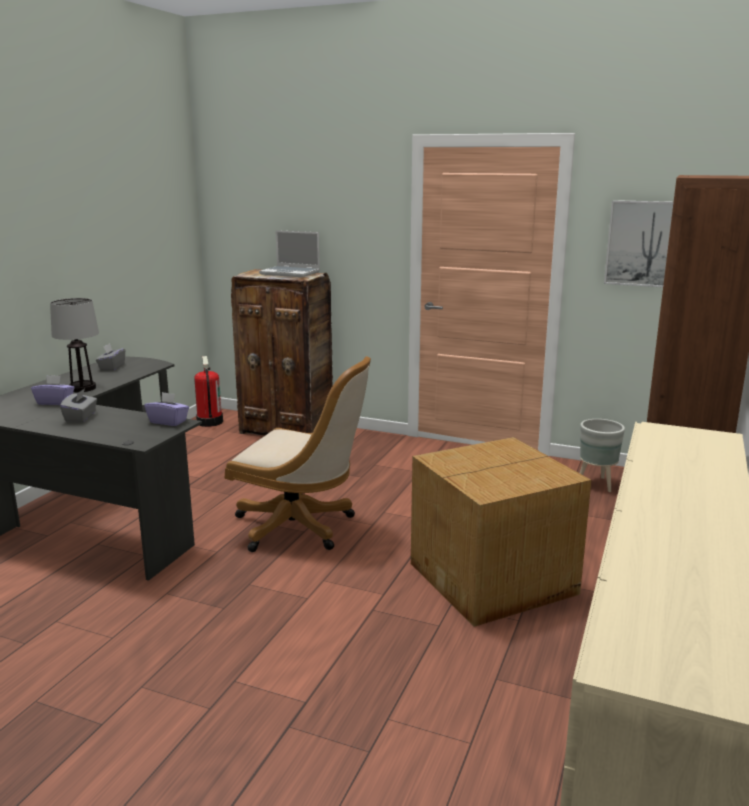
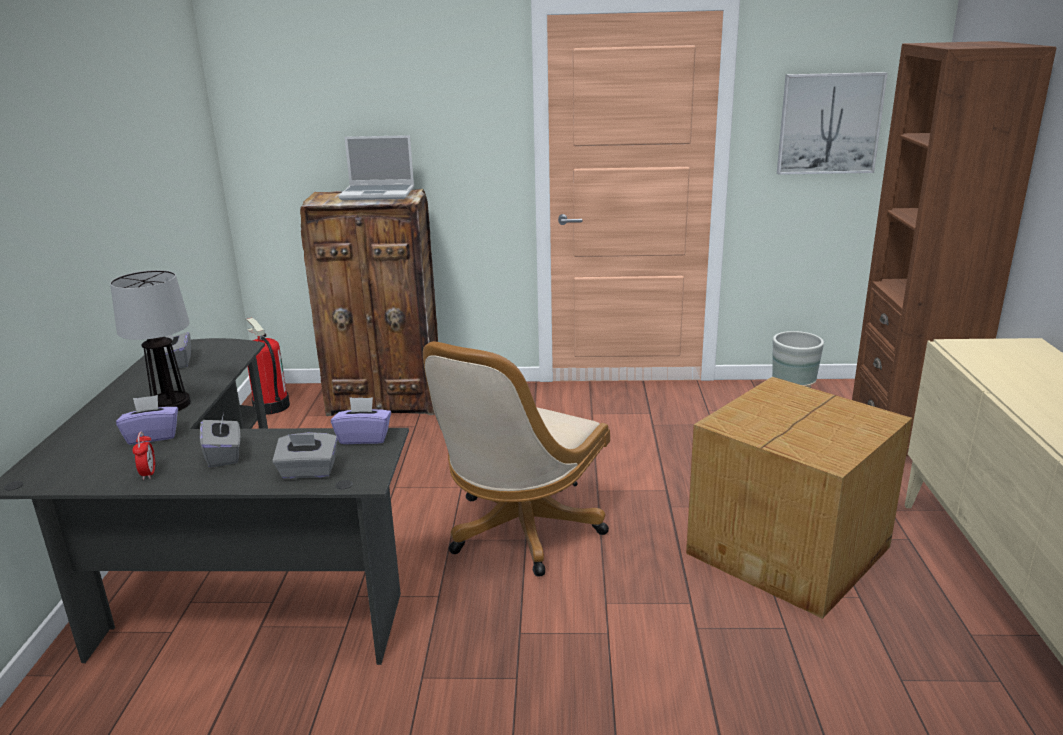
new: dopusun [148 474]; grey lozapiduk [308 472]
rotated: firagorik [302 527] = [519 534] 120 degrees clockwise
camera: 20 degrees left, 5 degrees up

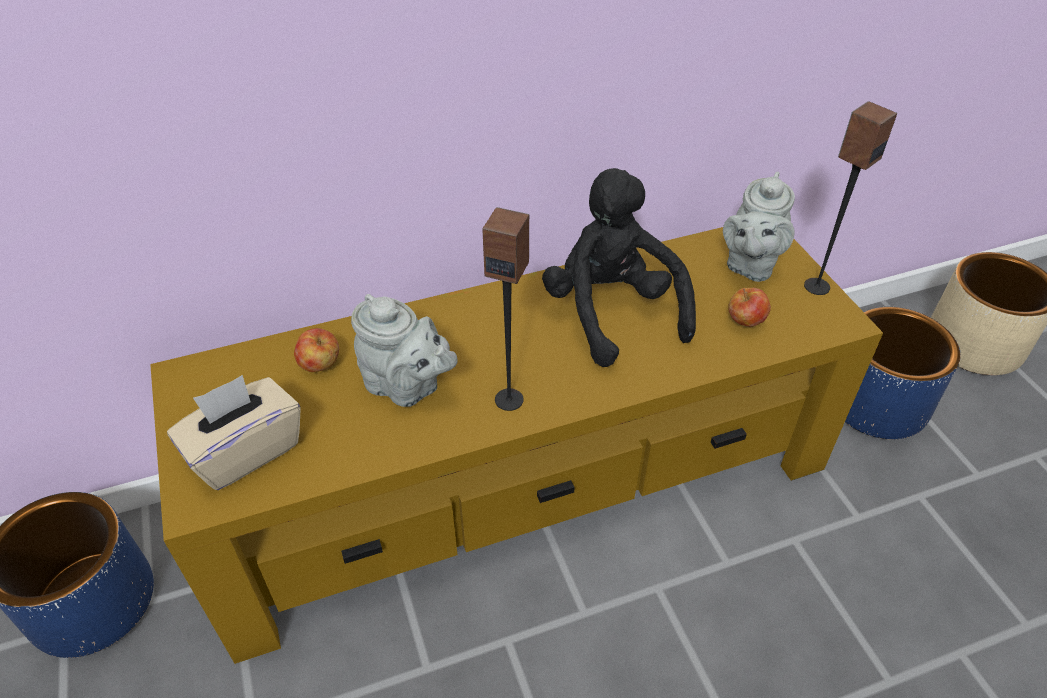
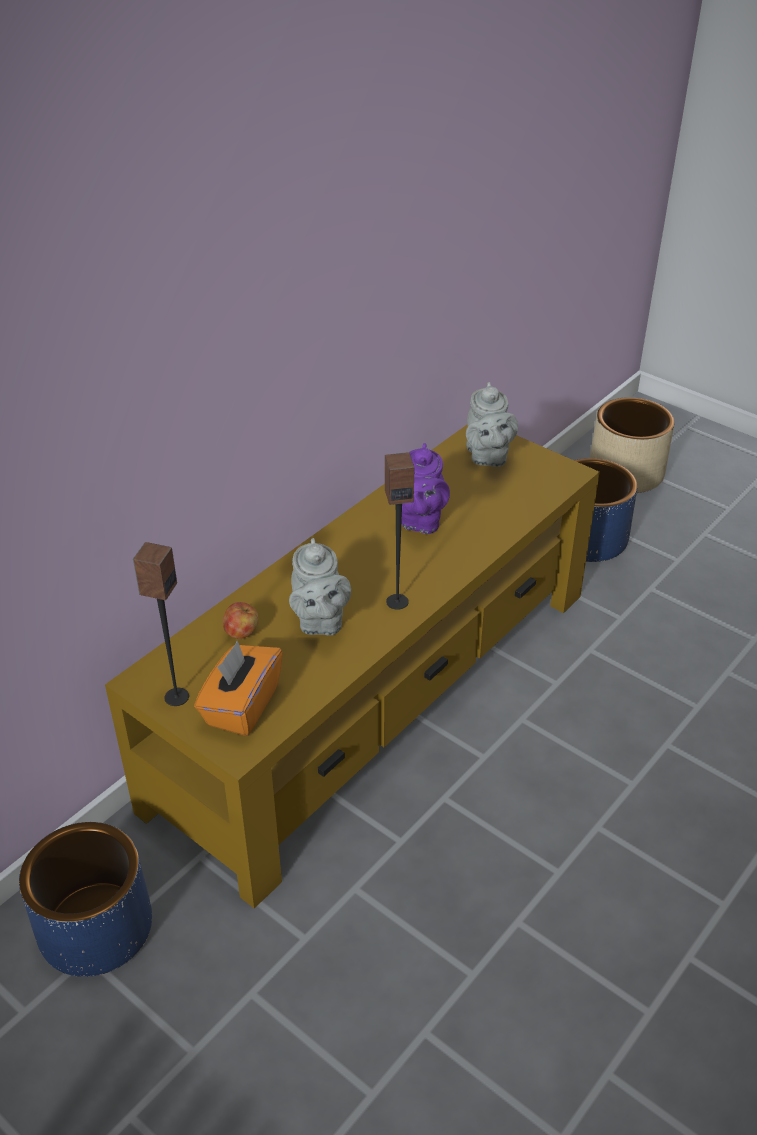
gone: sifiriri [745 322]
shifted: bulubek [816 286] to [176 697]
swapped: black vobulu [612 313] to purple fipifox [420 521]
repainted: beige lozapiduk [245 451] to orange lozapiduk [241 706]
rotated: grey fipifox [406 387] = [319 622] 75 degrees clockwise
camera: 30 degrees left, 5 degrees down

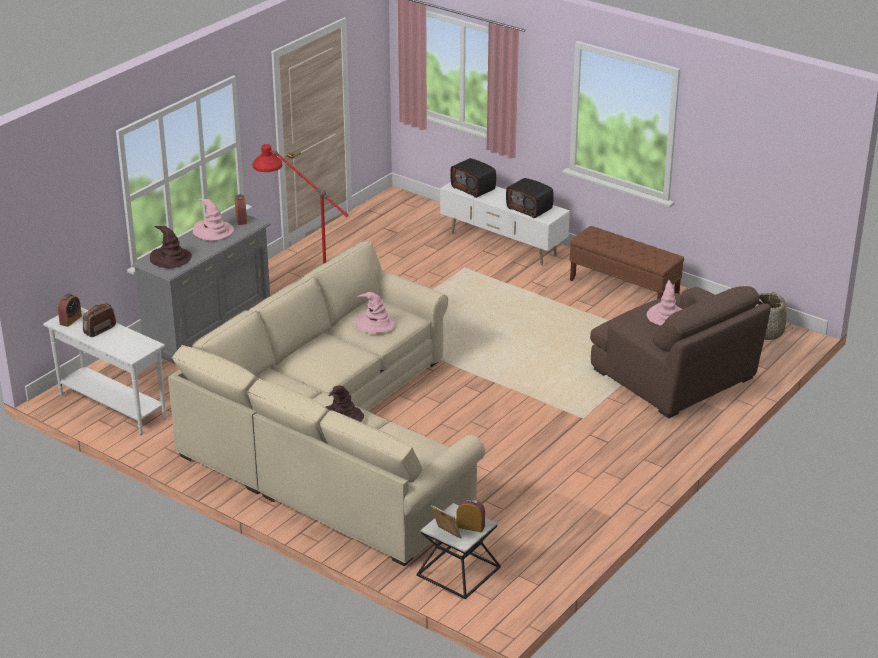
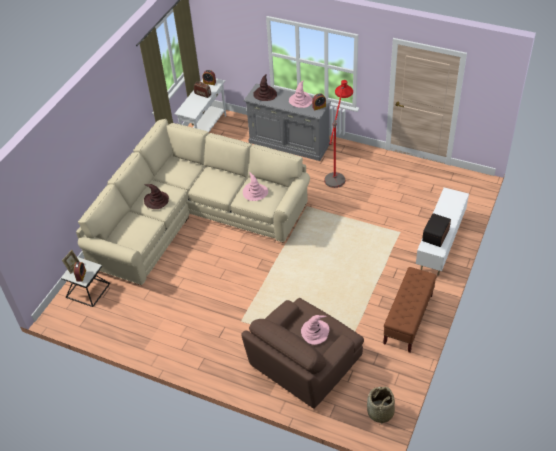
gone: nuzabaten [474 188]
camera: 80 degrees right, 15 degrees up

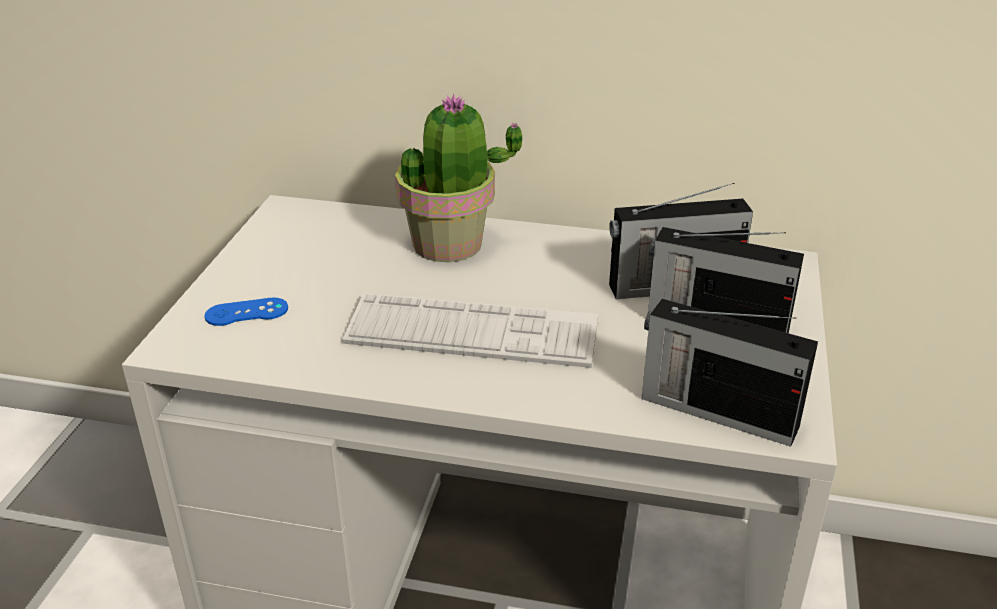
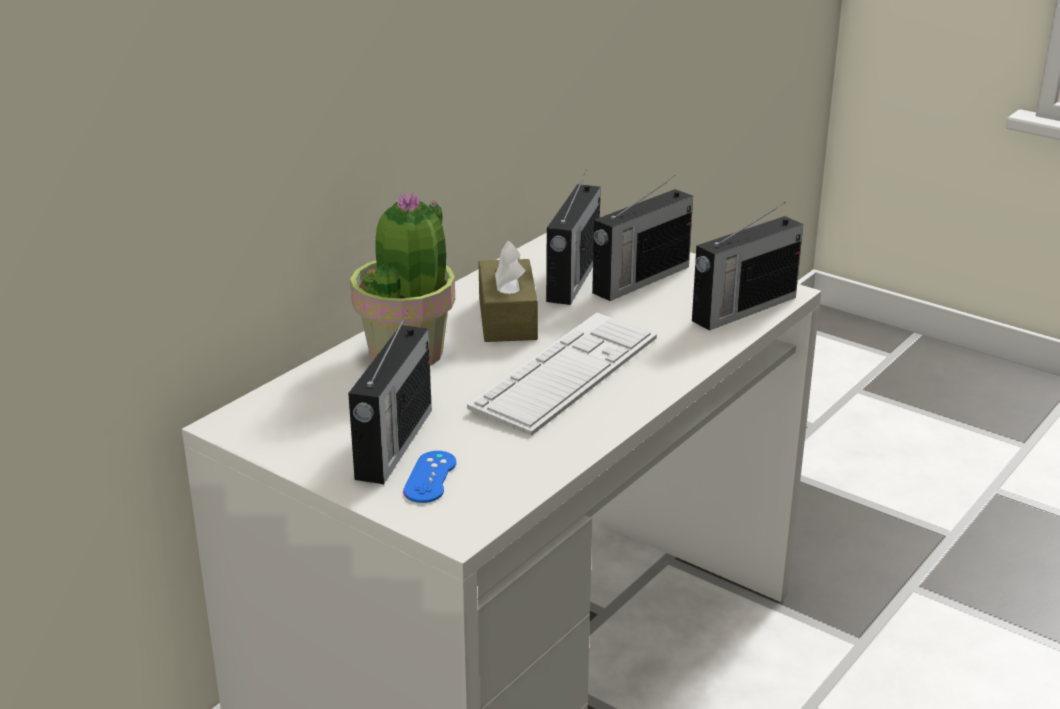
new: brown lozapiduk [507 318]; nuzabaten [392 445]
camera: 65 degrees left, 5 degrees down

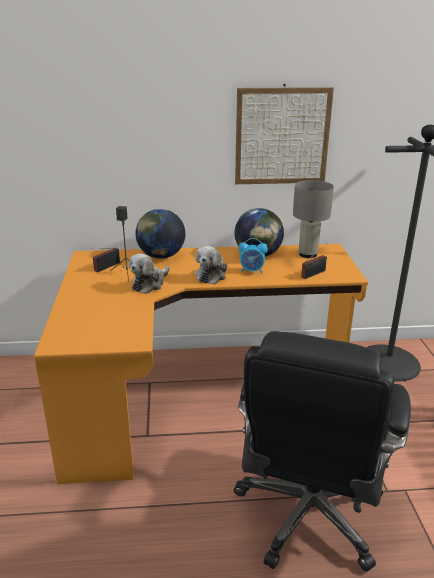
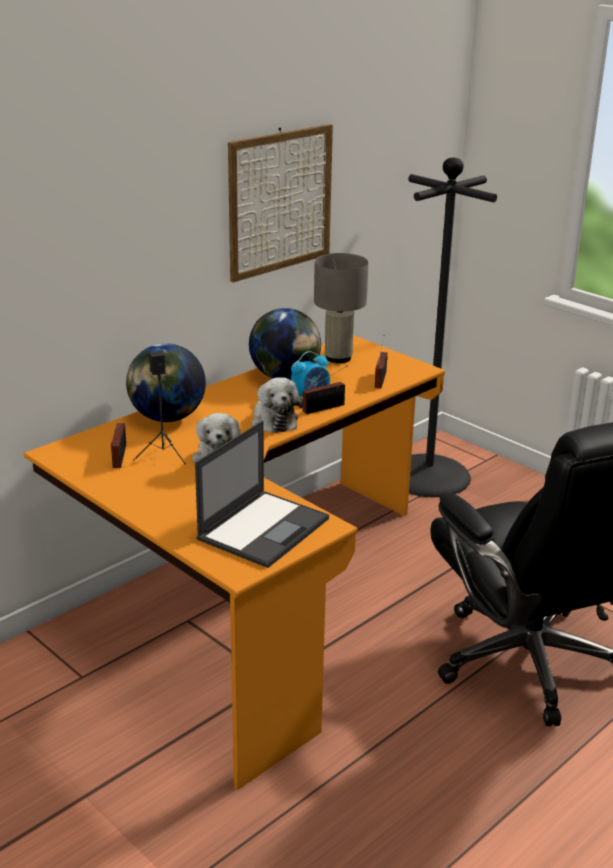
new: nuzabaten [326 408]; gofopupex [264 528]
camera: 40 degrees left, 0 degrees up

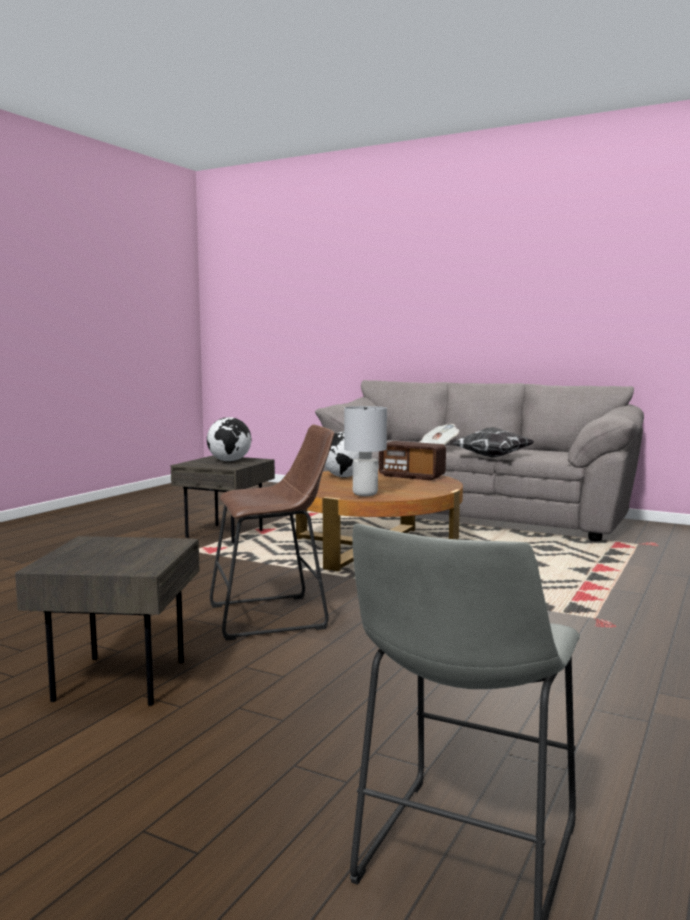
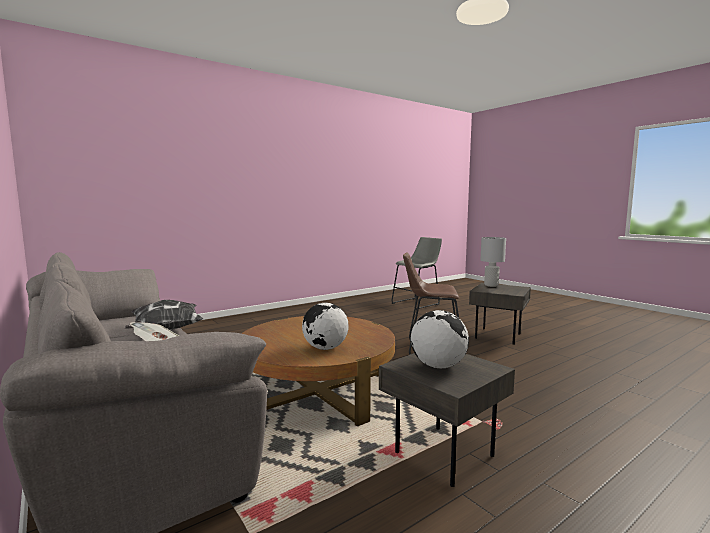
gone: nuzabaten [412 476]
shifted: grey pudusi [364 495] to [491 286]
camera: 155 degrees left, 0 degrees up

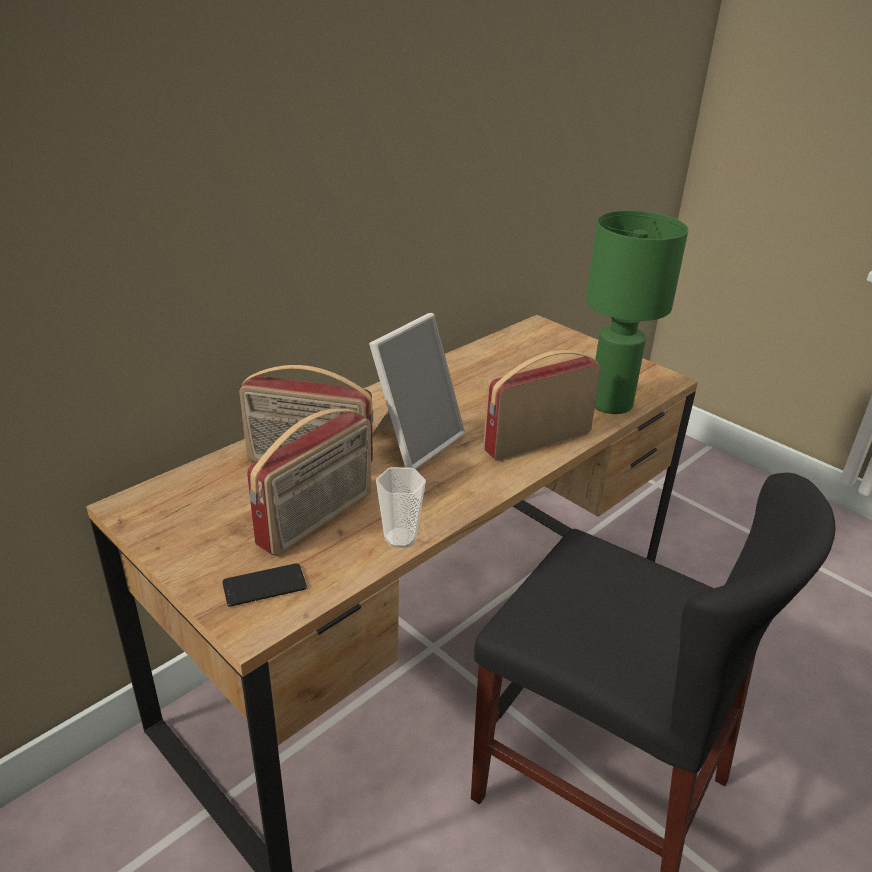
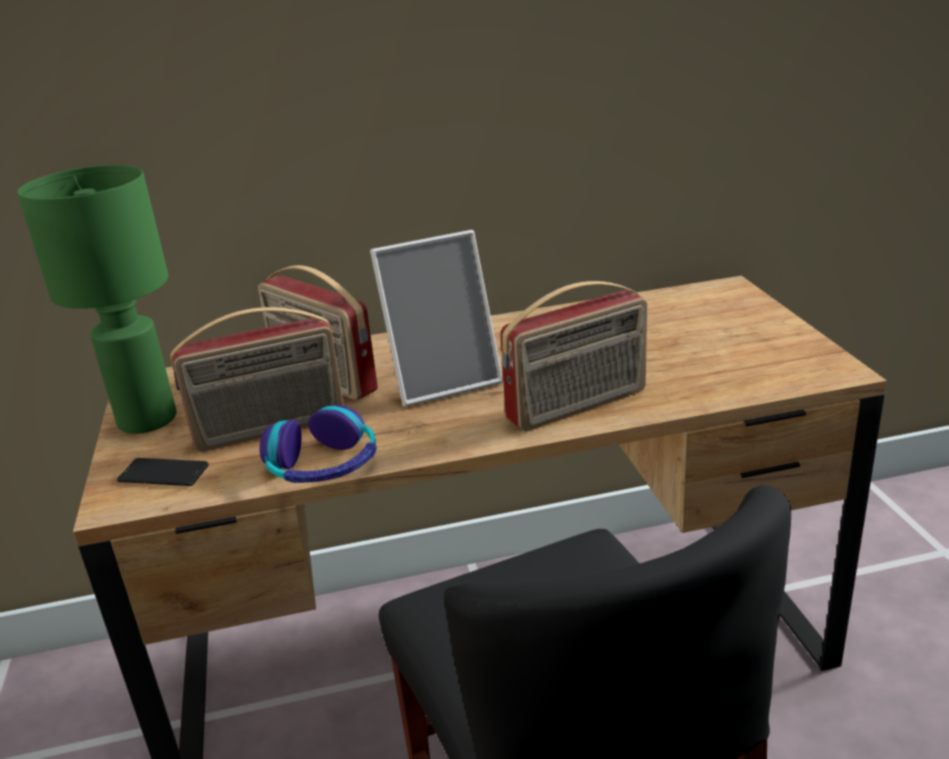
shifted: green pudusi [610 403] to [148 419]
swapped: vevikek [400 538] to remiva [323 465]
rotated: nuzabaten [536 441] = [578 406] 150 degrees clockwise
camera: 35 degrees right, 5 degrees down

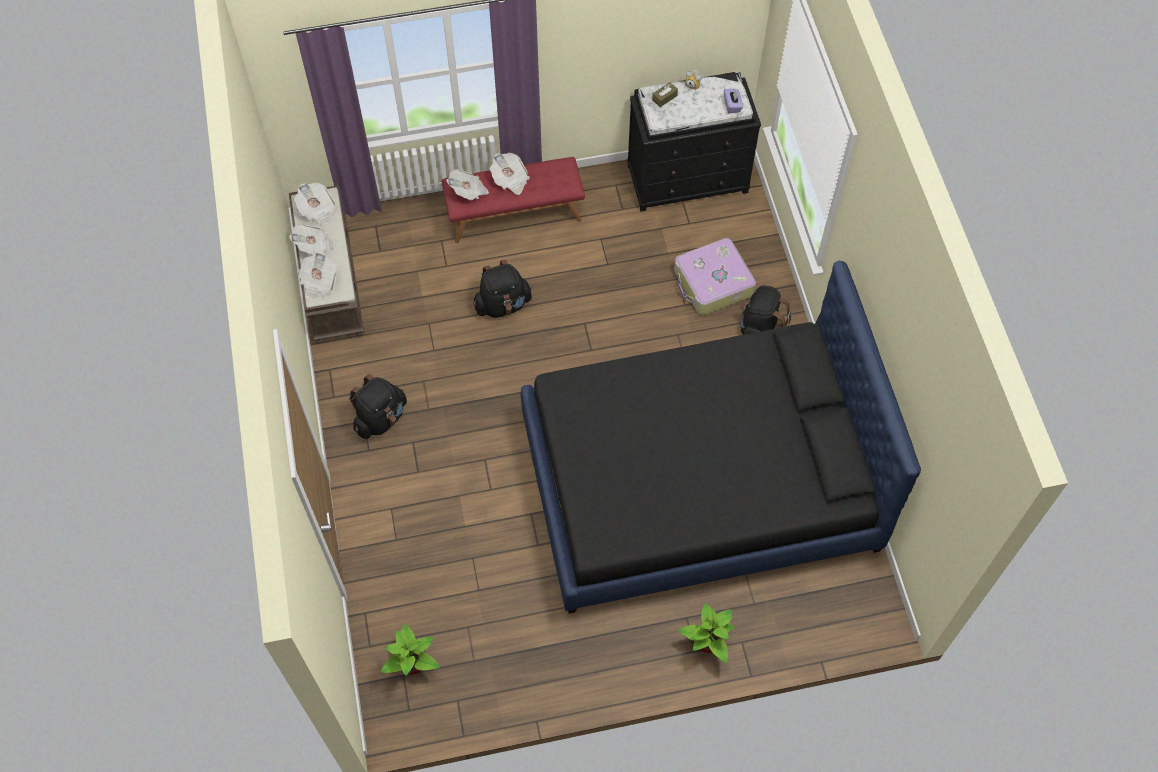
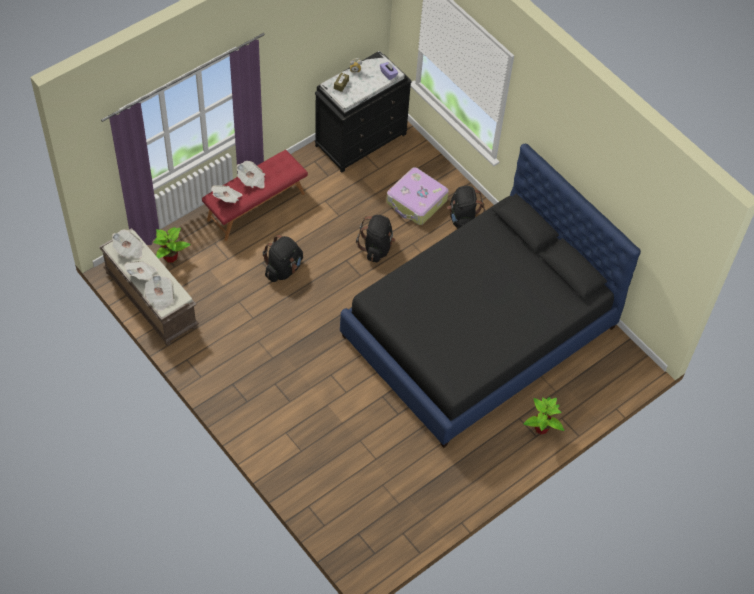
shifted: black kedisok [380 418] to [377 248]; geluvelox [413 665] to [171 257]
camera: 30 degrees left, 5 degrees down

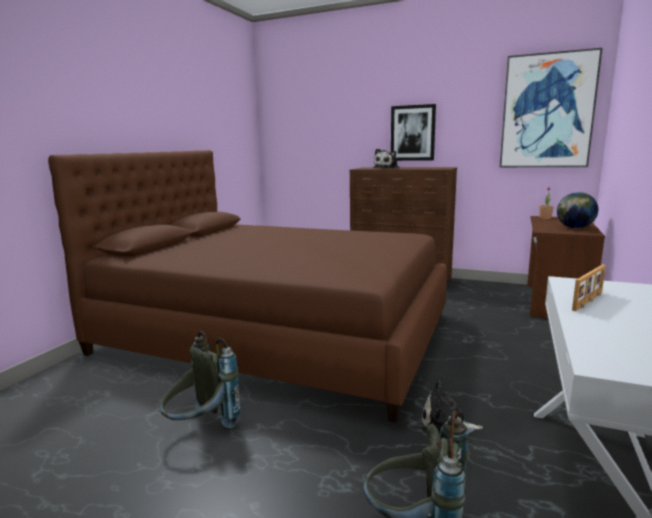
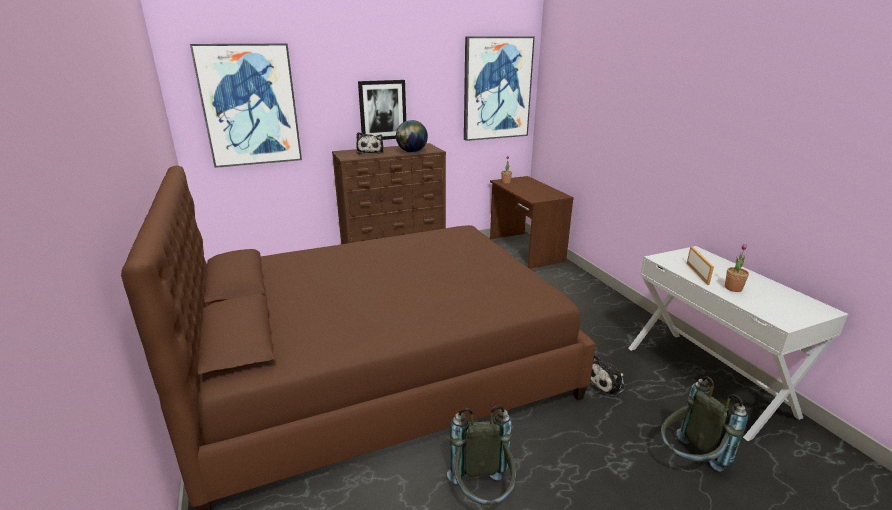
new: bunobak [250 105]; geluvelox [733 288]
shifted: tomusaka [574 228] to [412 152]
camera: 45 degrees left, 10 degrees up

